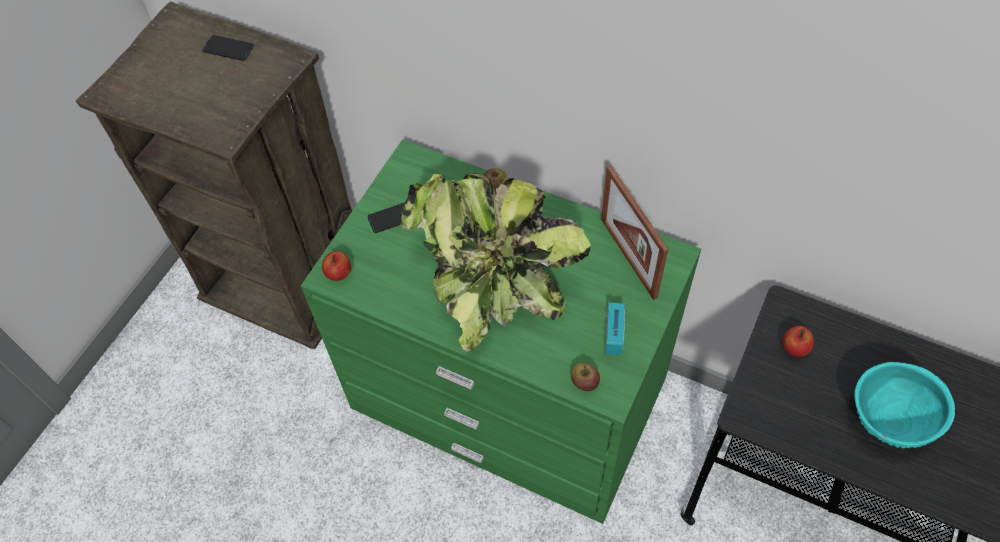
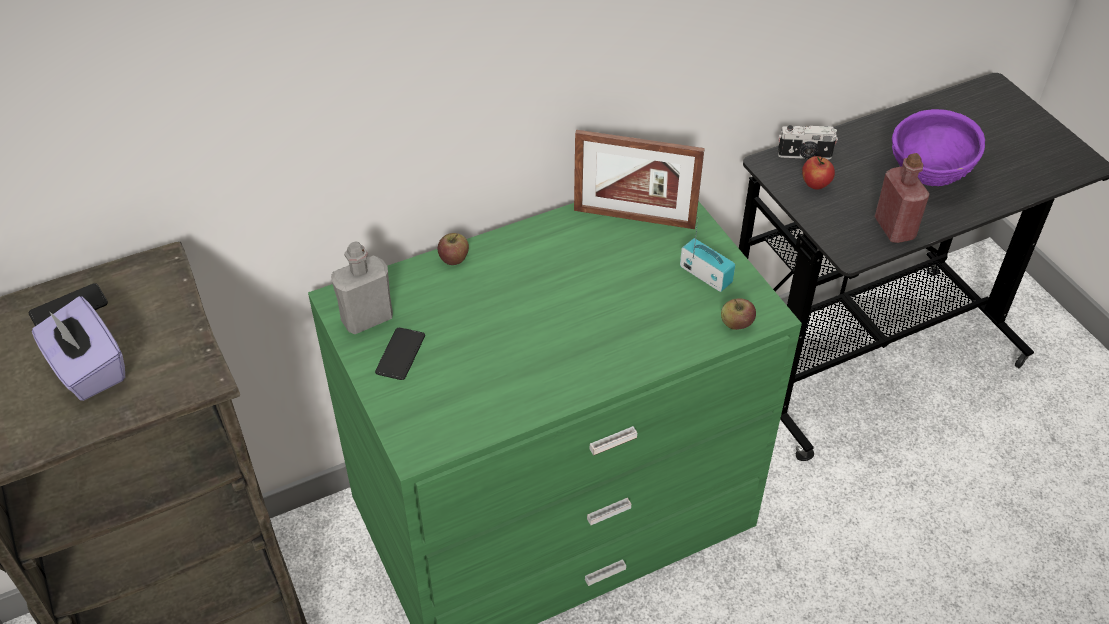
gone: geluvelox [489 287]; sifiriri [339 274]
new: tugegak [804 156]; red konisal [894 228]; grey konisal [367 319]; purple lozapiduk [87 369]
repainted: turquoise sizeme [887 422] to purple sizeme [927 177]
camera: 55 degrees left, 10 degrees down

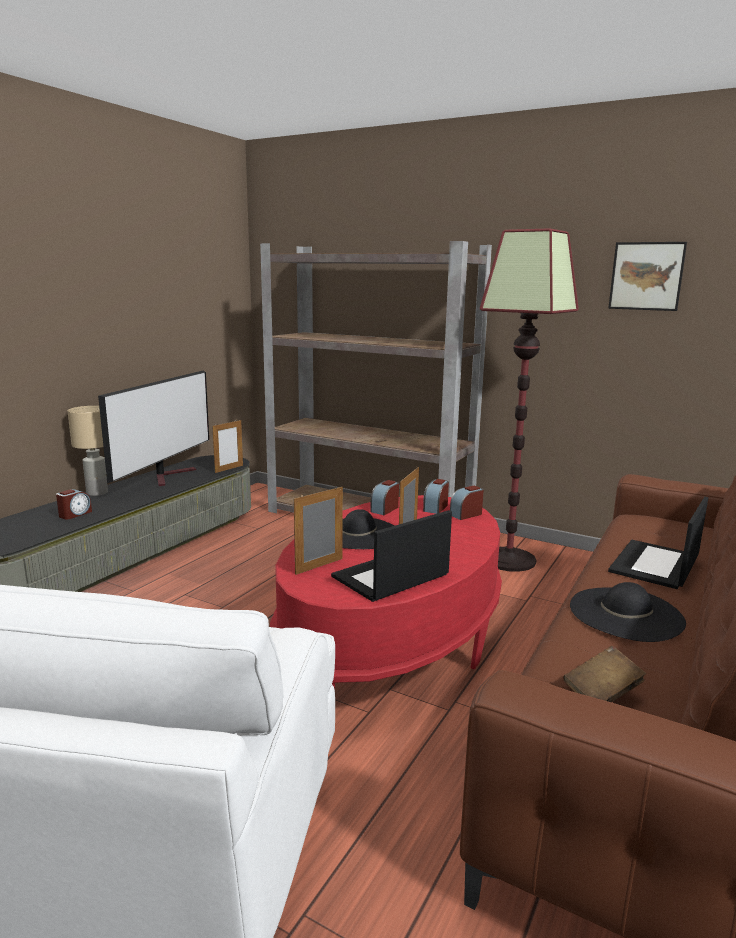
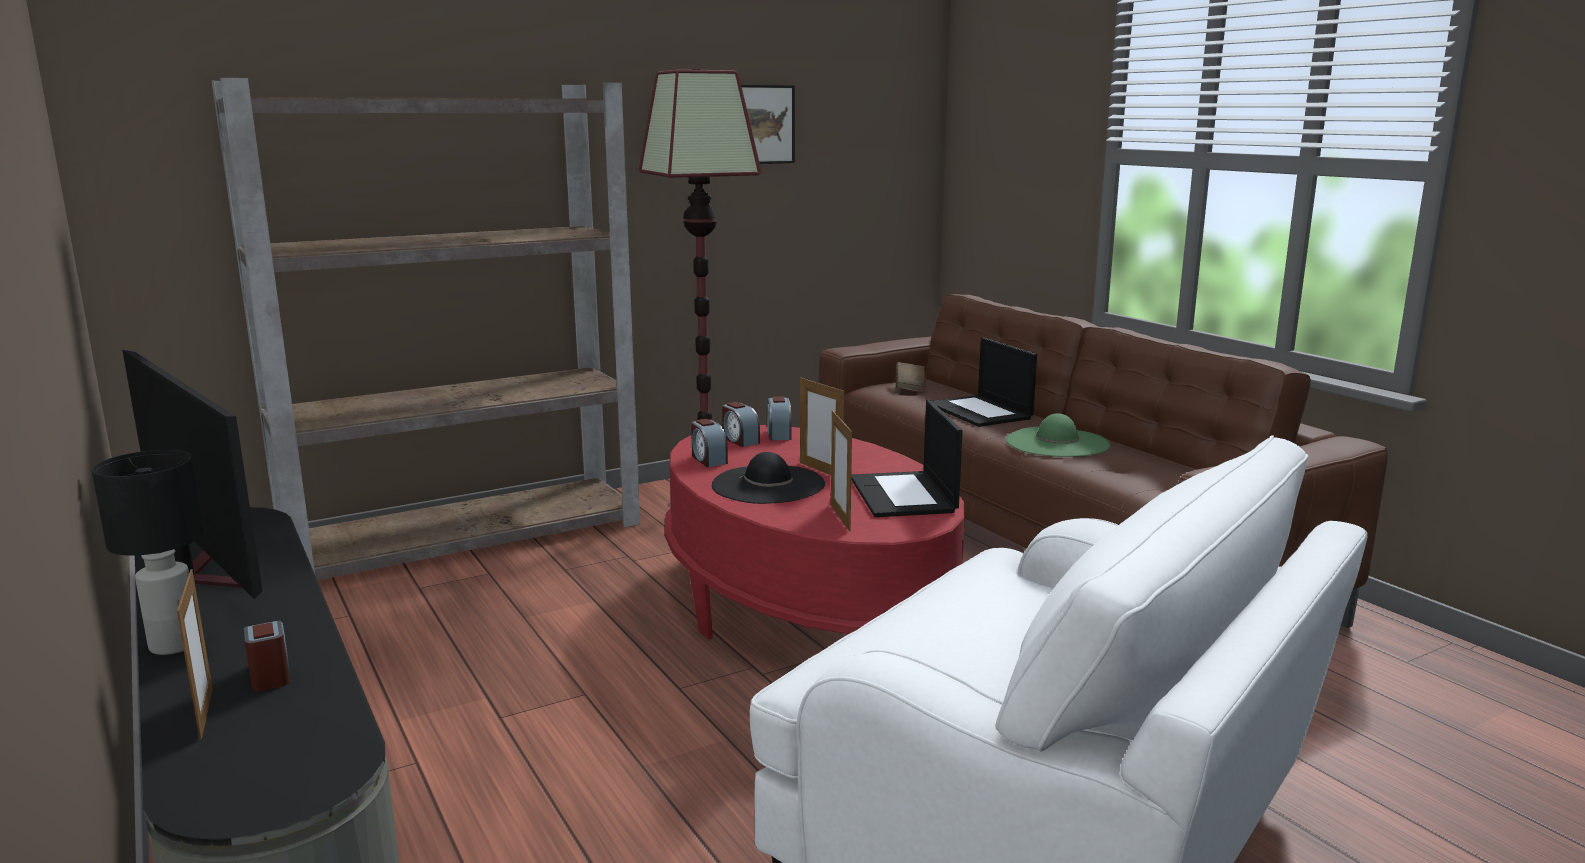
shifted: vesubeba [229 469] to [206 713]; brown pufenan [602 693] to [910 387]
repainted: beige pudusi [97 492] to black pudusi [173 645]; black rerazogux [626 613] to green rerazogux [1057 443]
camera: 60 degrees left, 0 degrees up

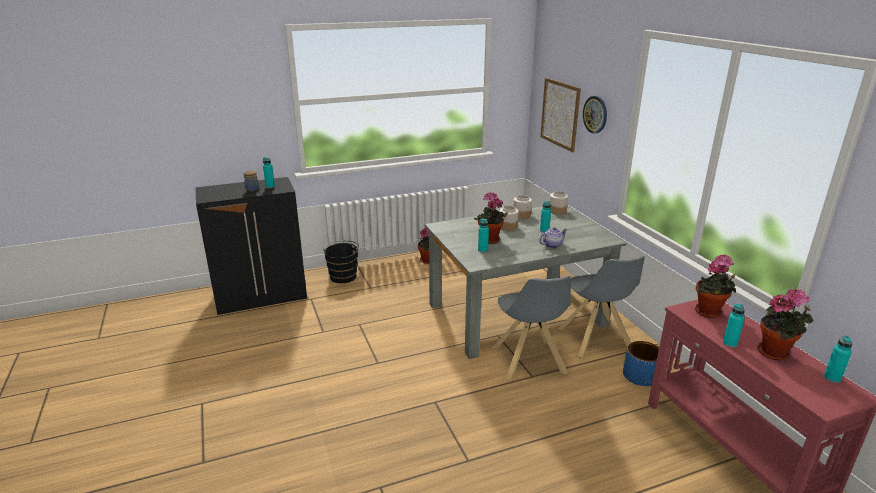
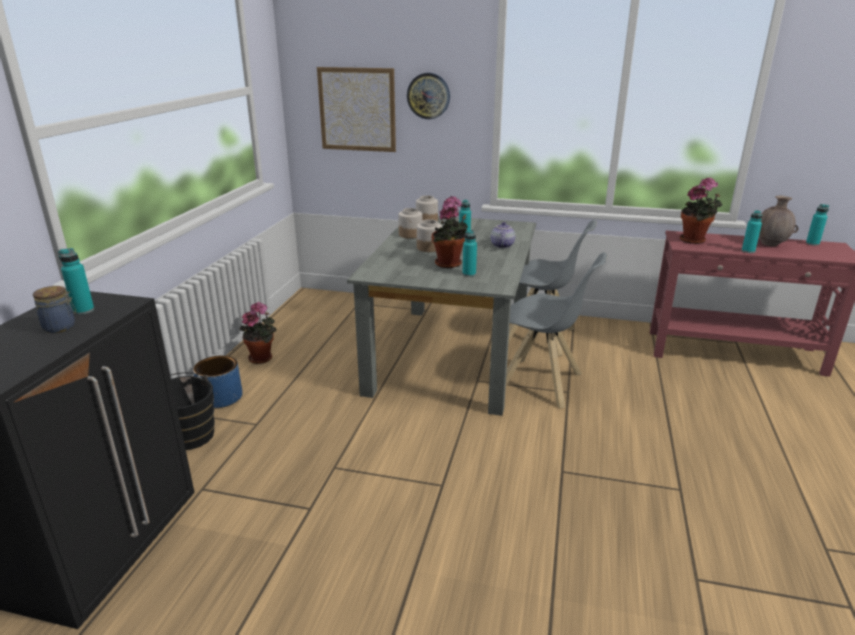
shifted: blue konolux [640 376] to [220 398]
swapped: geluvelox [776 353] to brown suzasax [770 244]
camera: 55 degrees left, 0 degrees up

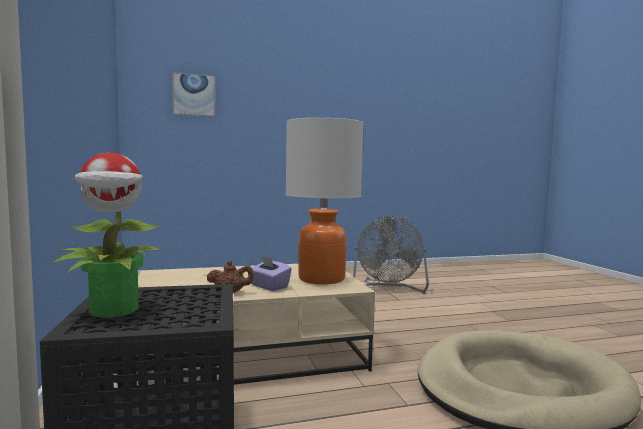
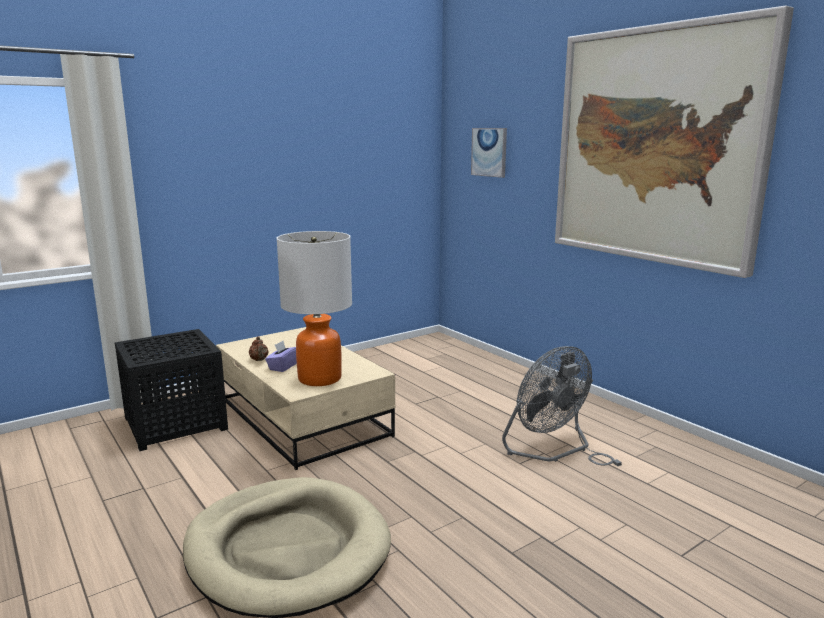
gone: geluvelox [114 310]
new: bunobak [656 146]
rotated: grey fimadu [385 288] = [561 448] 75 degrees clockwise
camera: 70 degrees right, 10 degrees up

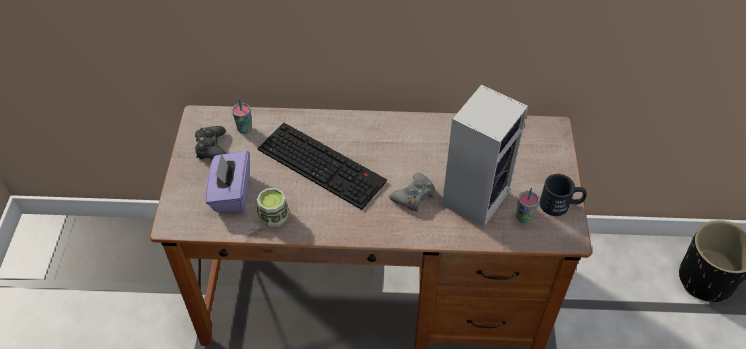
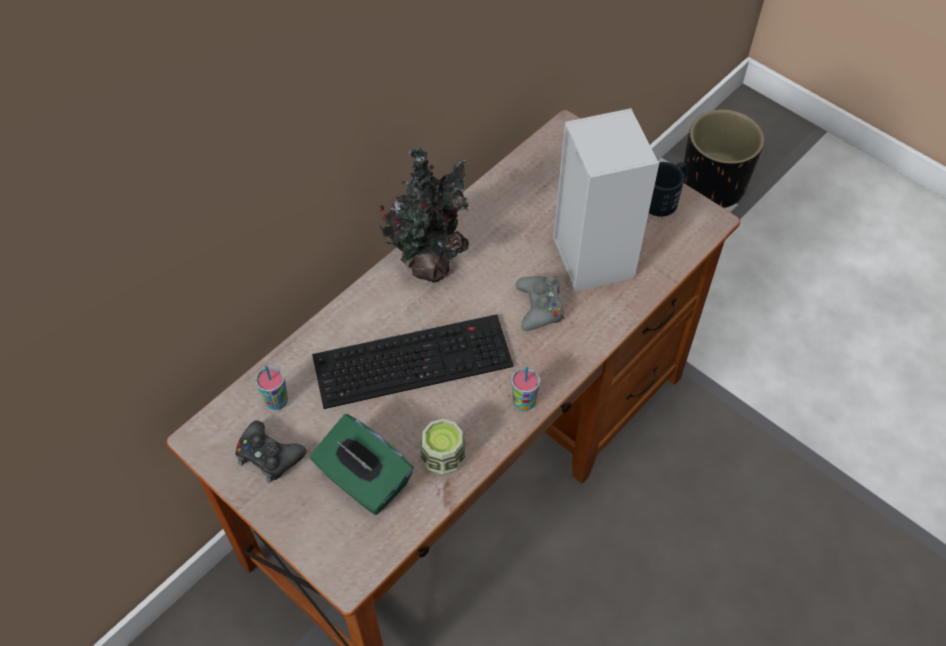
new: geluvelox [430 263]
shifted: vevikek [523 218] to [523 403]
repainted: purple lozapiduk [231 193] to green lozapiduk [364 480]
camera: 50 degrees left, 5 degrees up

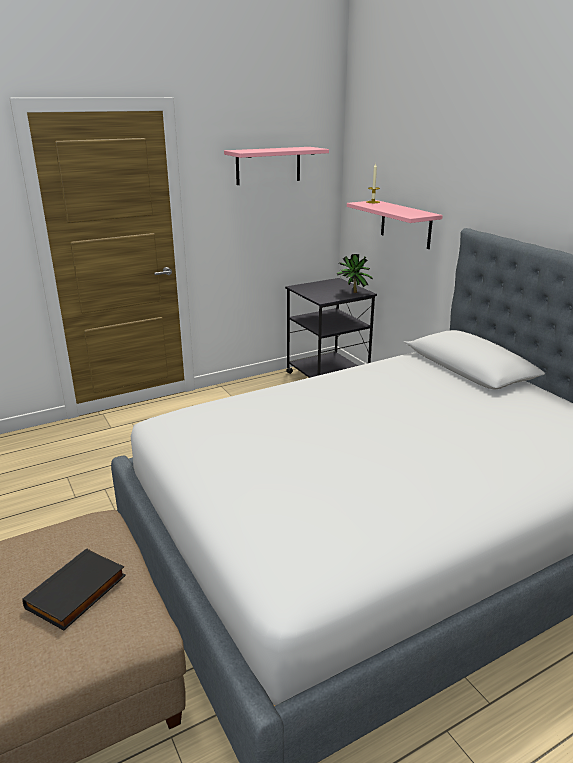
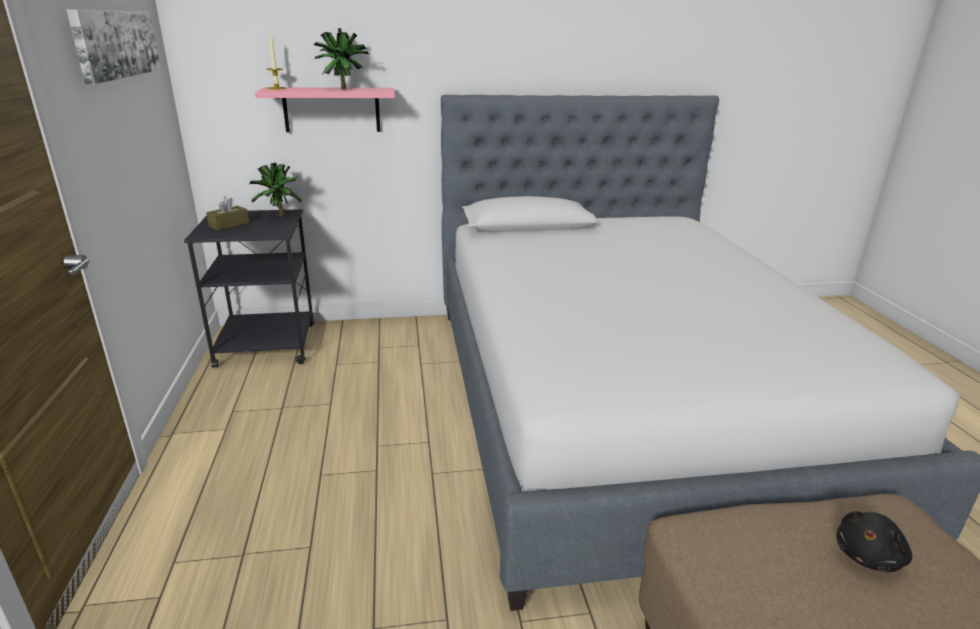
new: geluvelox [343 89]; brown lozapiduk [229 224]
swapped: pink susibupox [268 165] to bunobak [116 44]; black pufenan [77 593] to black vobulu [869 556]
camera: 70 degrees left, 0 degrees up

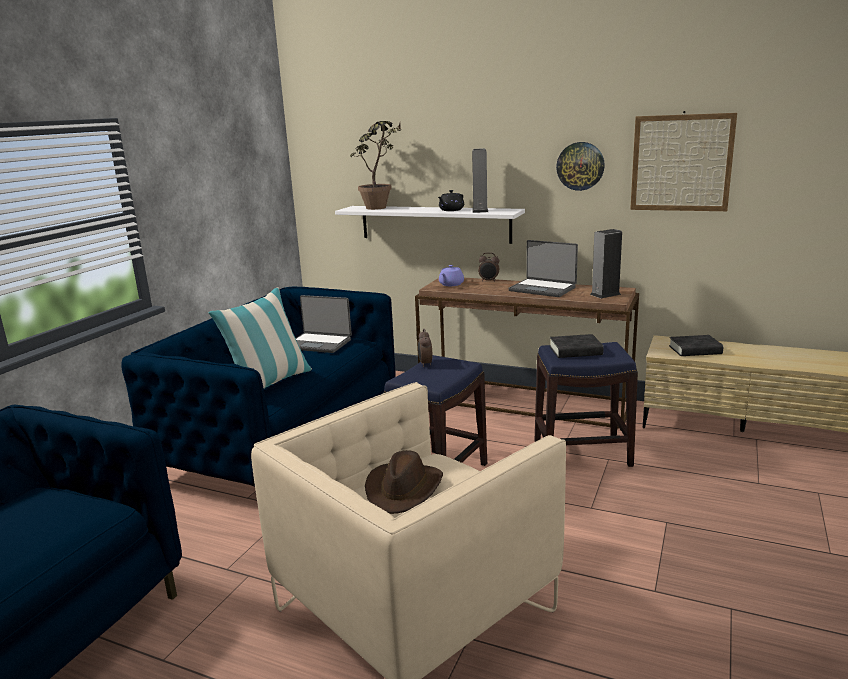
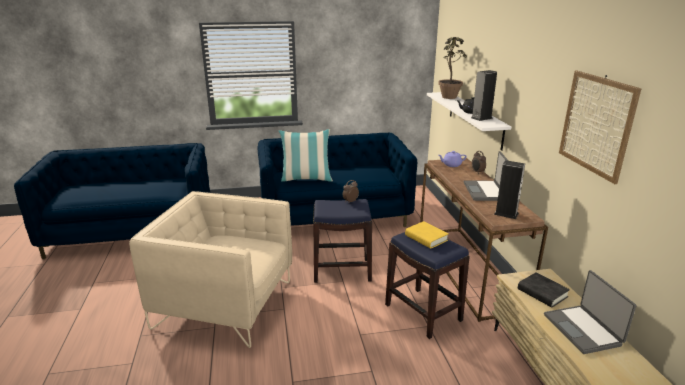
gone: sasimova [580 166]; brown rerazogux [404 489]
shifted: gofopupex [319 343] to [583 330]
repainted: black pufenan [575 351] to yellow pufenan [426 238]
camera: 55 degrees right, 5 degrees up

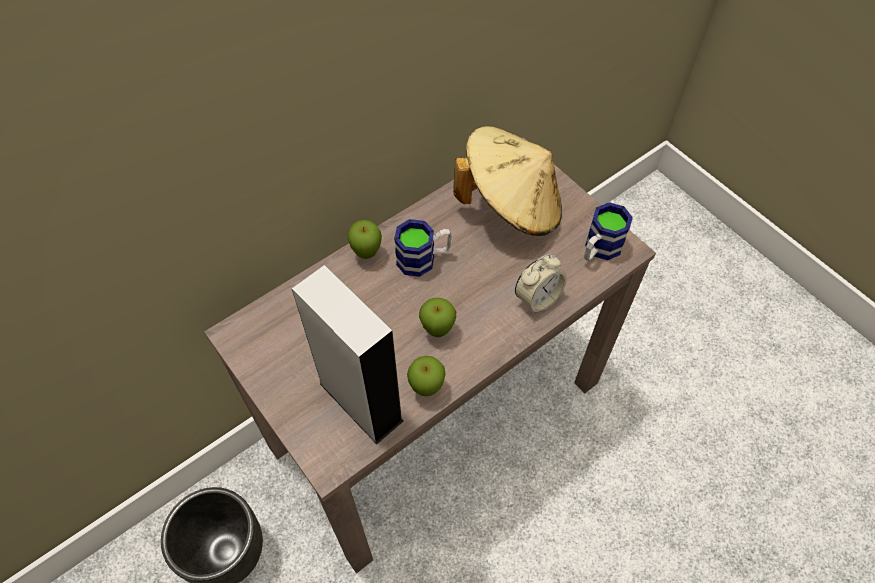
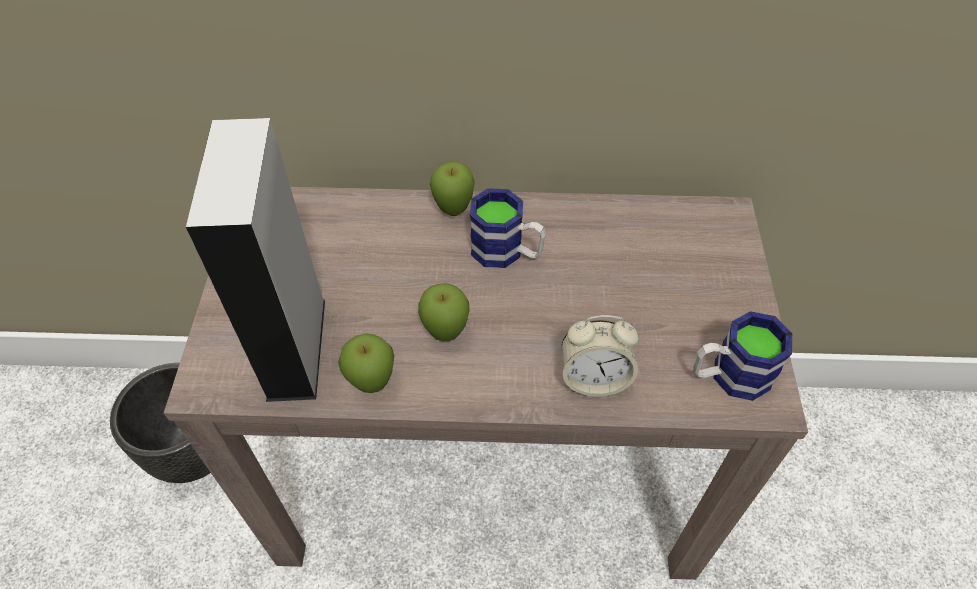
gone: beige rerazogux [511 205]
camera: 40 degrees right, 5 degrees down

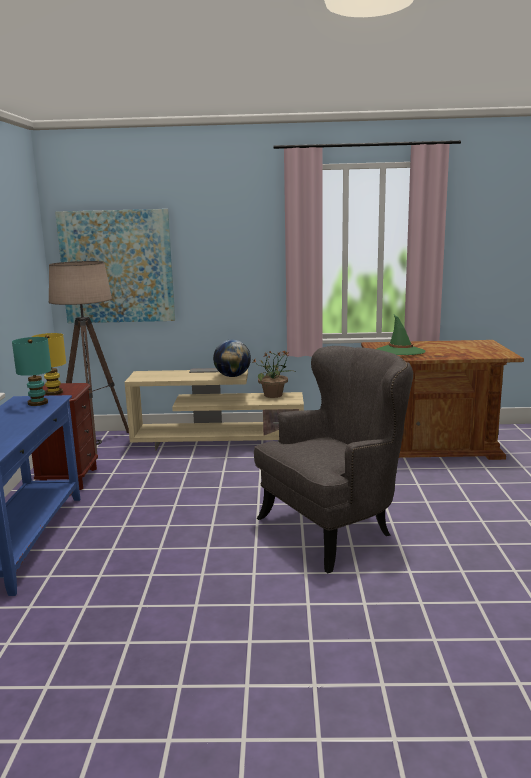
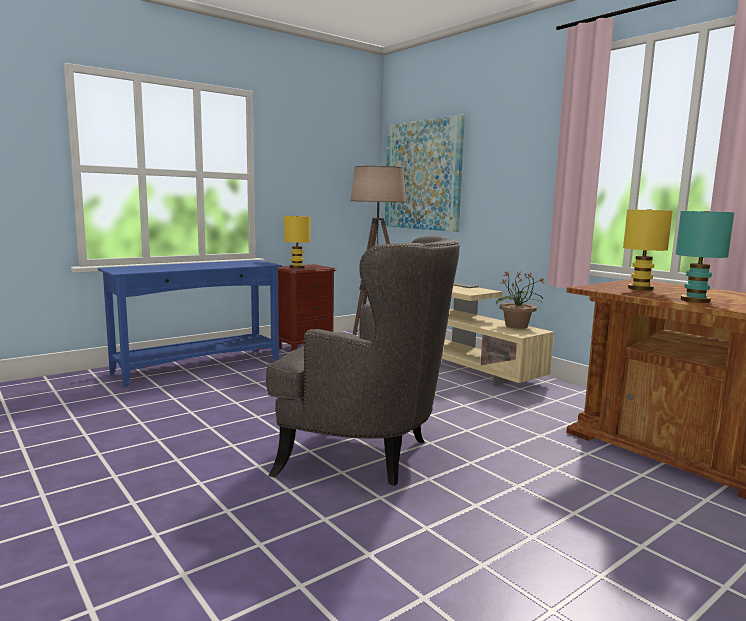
gone: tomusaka [232 376]
shifted: turquoise pudusi [38 403] to [696 300]
swapped: green rerazogux [400 351] to yellow pudusi [640 288]
camera: 50 degrees right, 5 degrees down

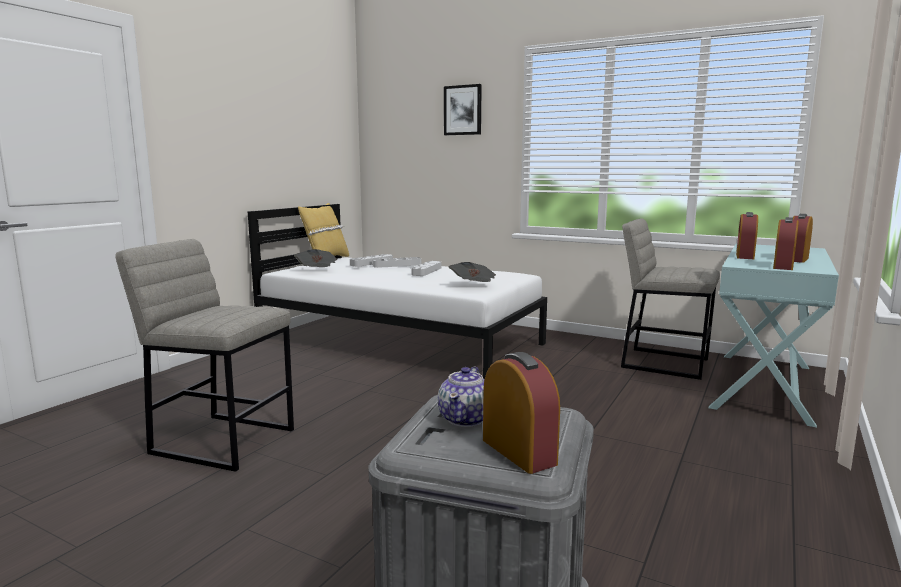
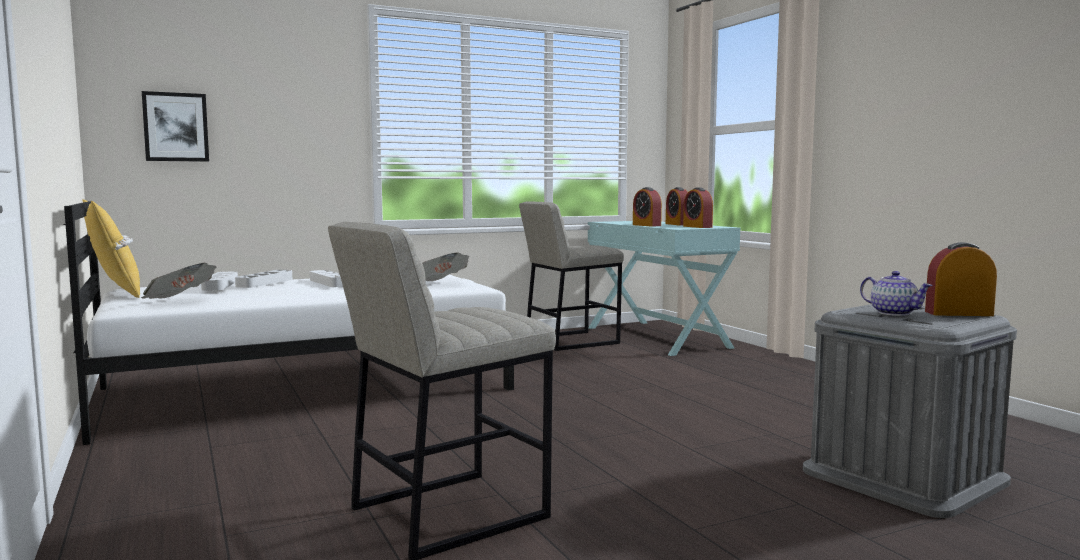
shifted: bunobak [463 110] to [176 127]
camera: 55 degrees left, 5 degrees down

